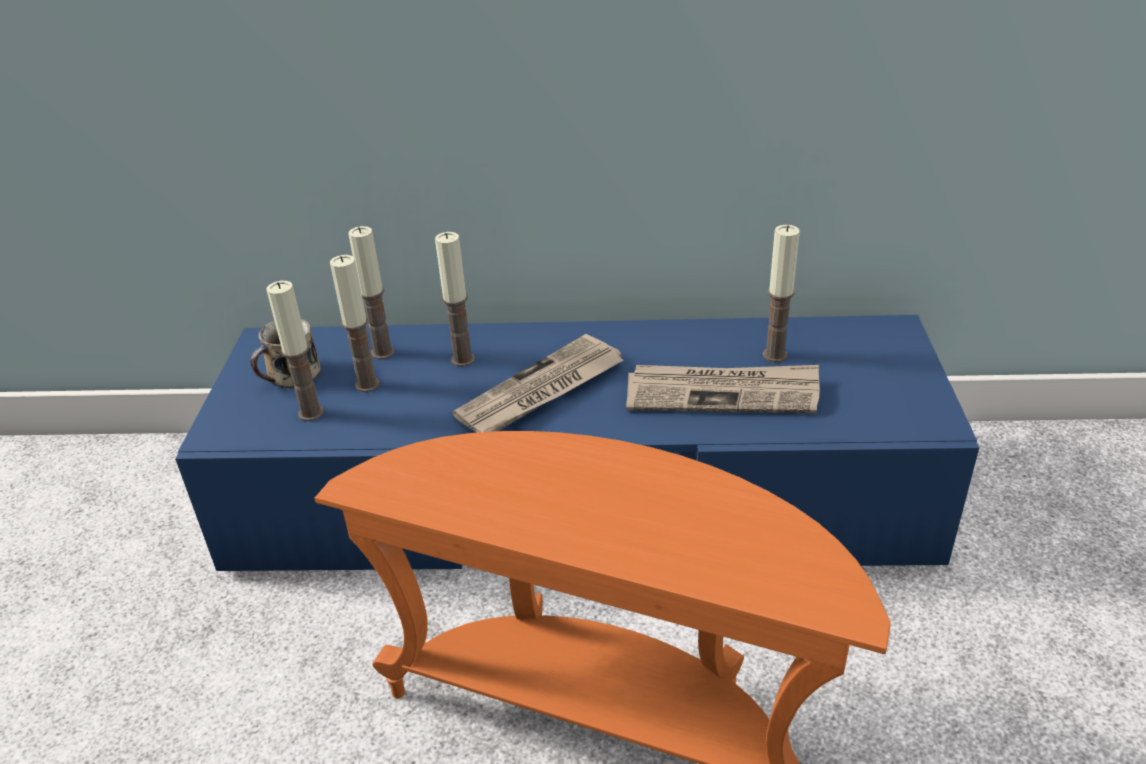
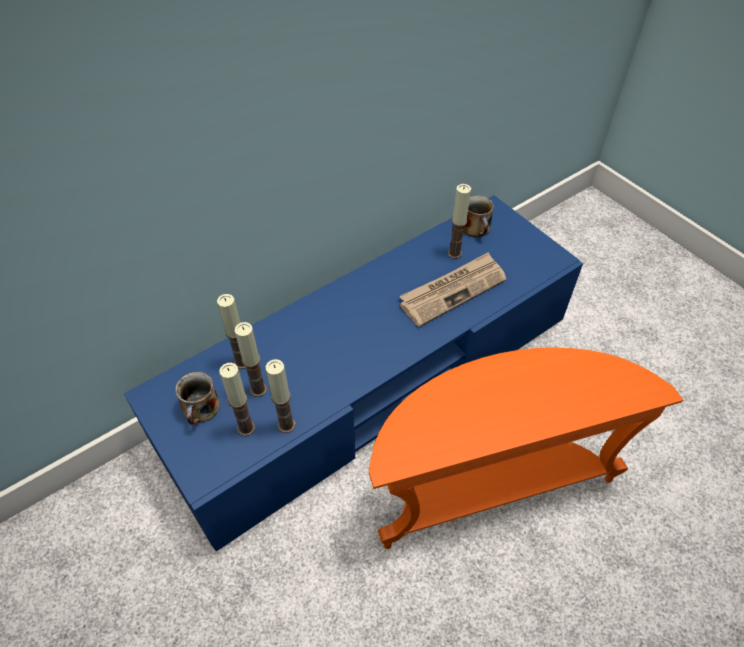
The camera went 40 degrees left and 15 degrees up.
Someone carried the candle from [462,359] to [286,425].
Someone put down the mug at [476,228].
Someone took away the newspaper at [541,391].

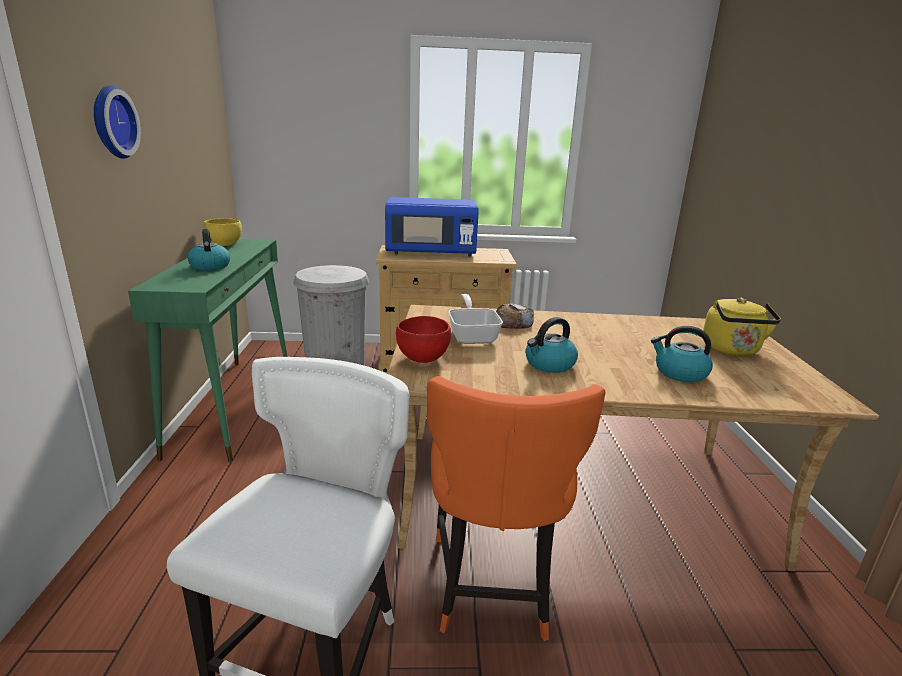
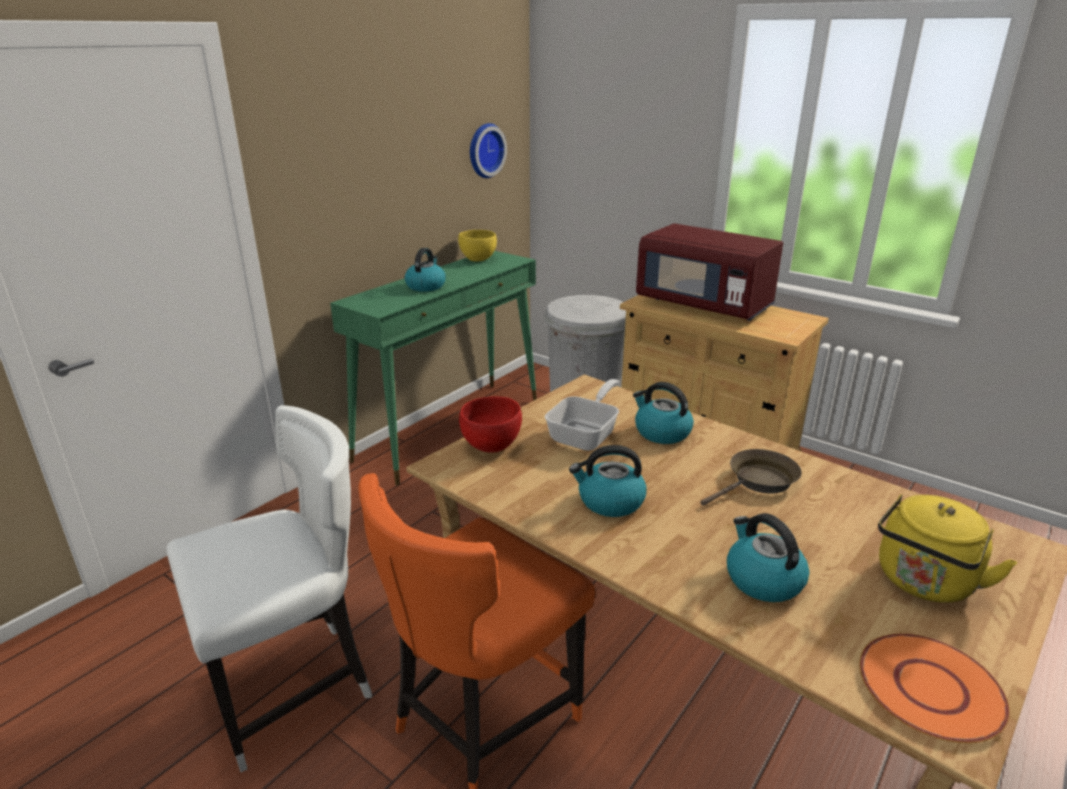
The camera went 40 degrees right and 5 degrees up.
Someone carried the wall clock from [111,122] to [484,150].
Someone swapped the bread at [513,322] for the kettle at [661,432].
Someone repainted the blue microwave at [431,252], which became the red microwave at [704,305].
Someone put down the brown frying pan at [758,481].
Someone put down the orange plate at [930,687].

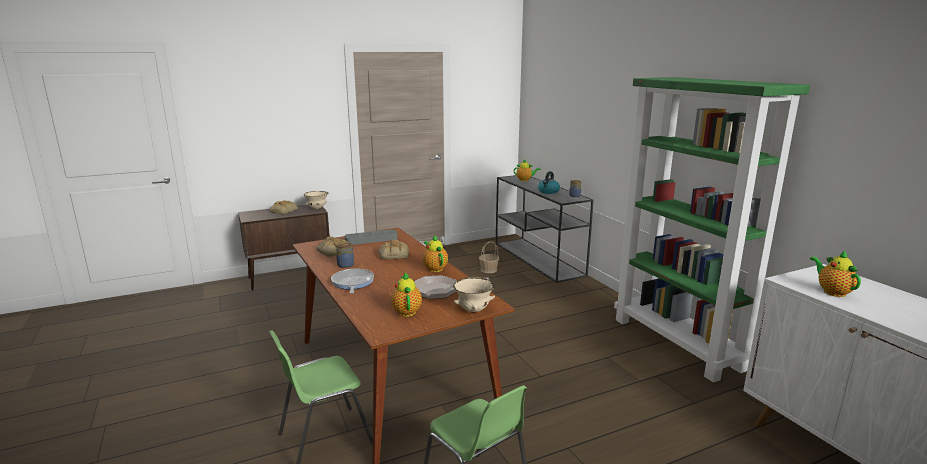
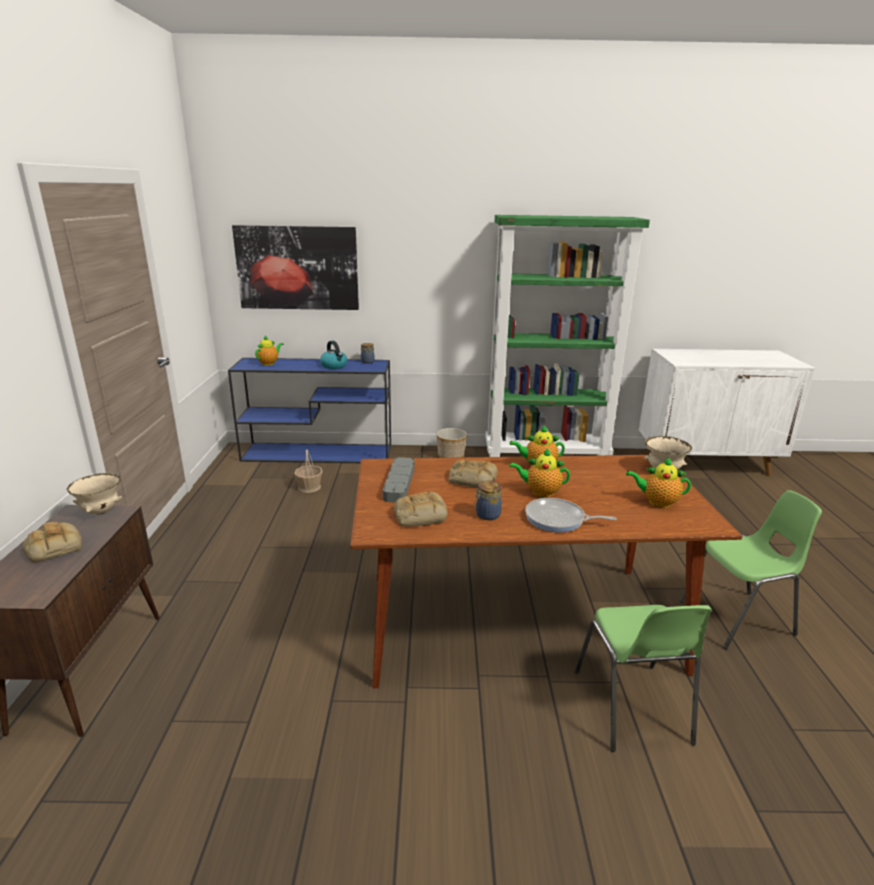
The camera went 65 degrees left and 5 degrees up.
Someone repainted the grey console table at [538,259], which became the blue console table at [319,453].
Someone put up the picture at [297,268].
Someone put down the planter at [451,456].
Someone carried the teapot from [832,291] to [540,492].
Someone took away the frying pan at [440,291].

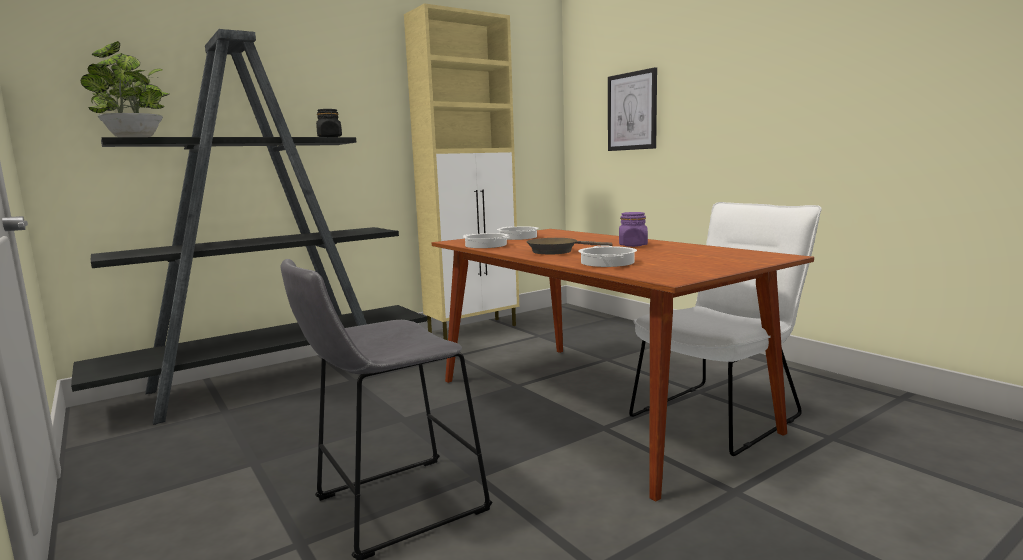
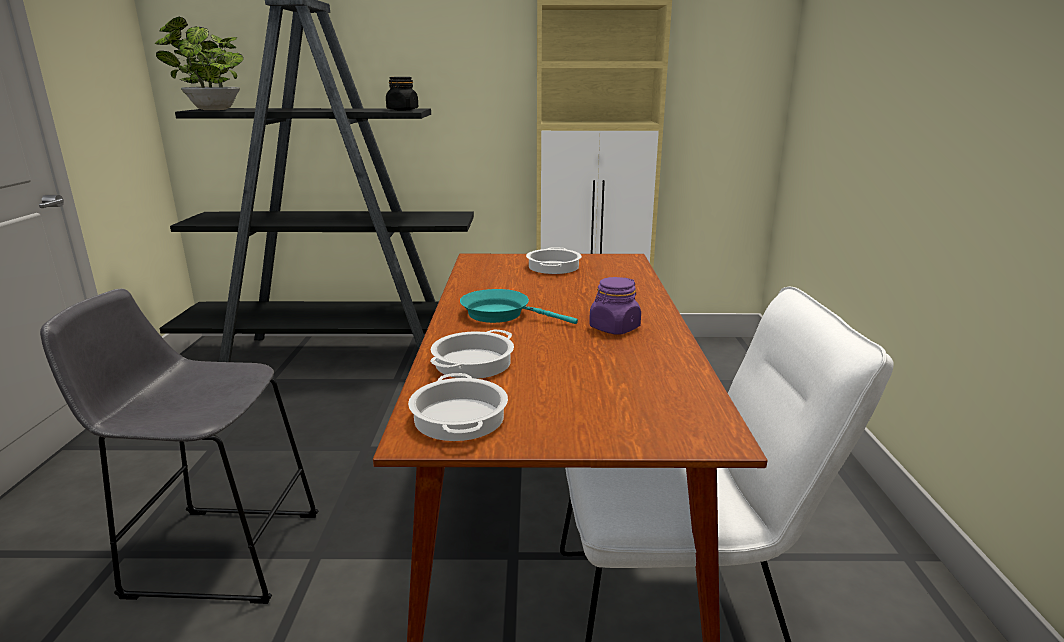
The camera went 35 degrees right and 10 degrees up.
Someone carried the cooking pot from [485,245] to [458,418].
Someone repainted the brown frying pan at [556,251], which became the turquoise frying pan at [501,314].
Someone took away the picture at [632,111].

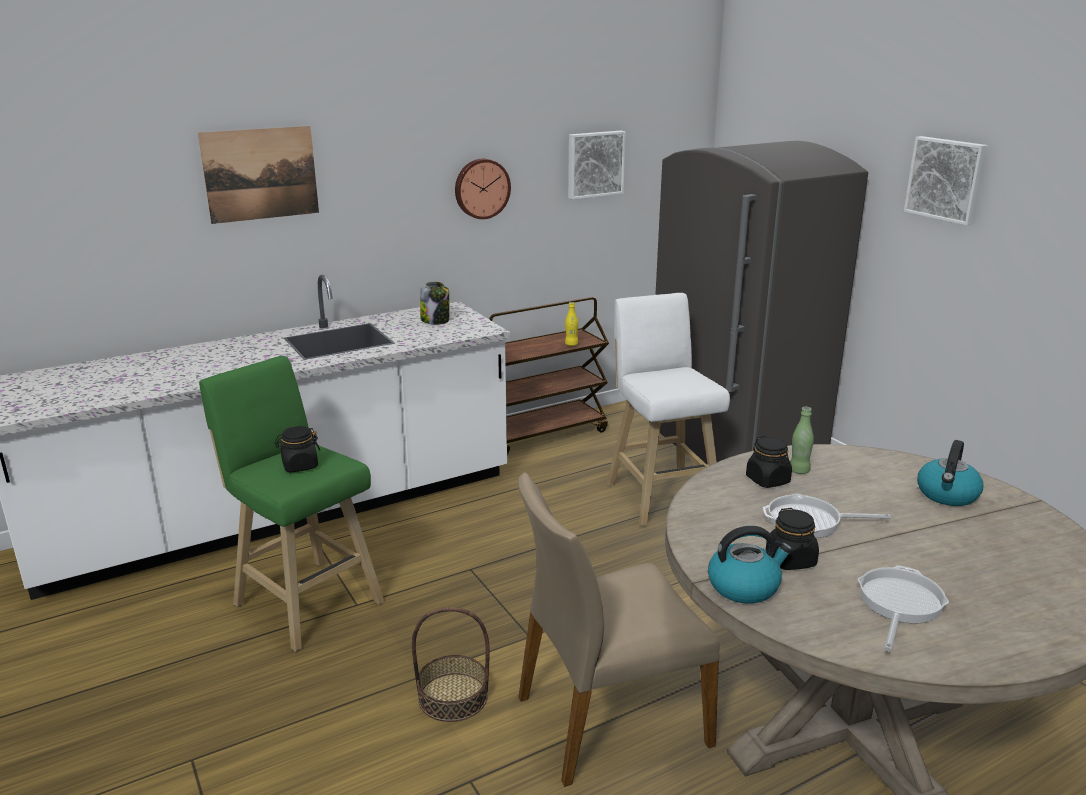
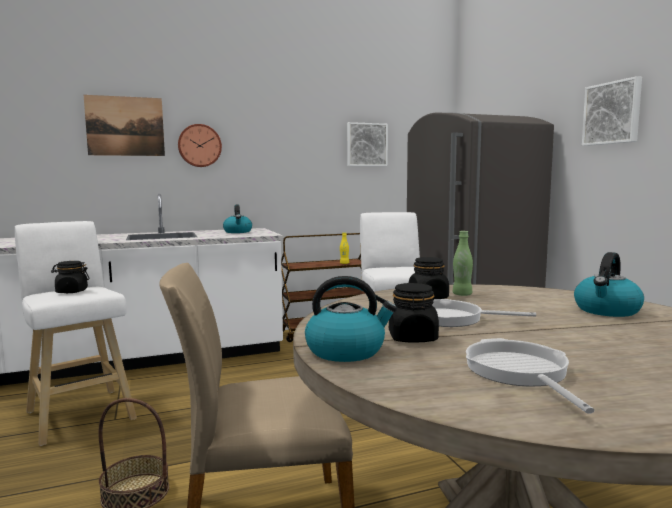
The camera went 10 degrees right and 15 degrees down.
Someone repainted the green stool at [305,600], which became the white stool at [80,413].
Someone carried the wall clock from [481,188] to [199,145].
Someone swapped the jar at [435,320] for the kettle at [238,232].
Someone rotated the frying pan at [899,604] by 45 degrees counterclockwise.

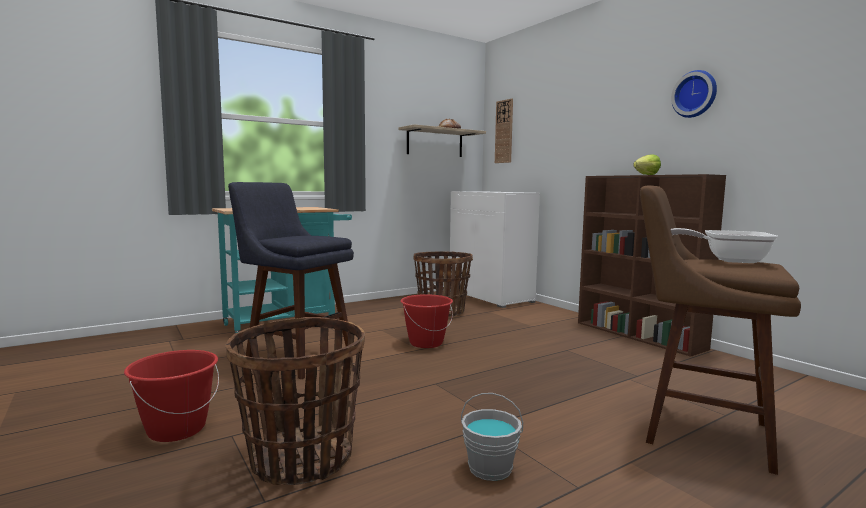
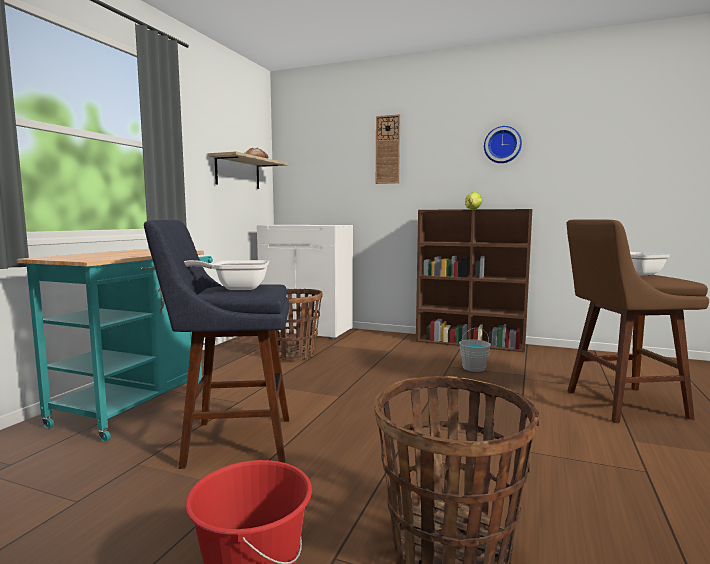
The camera went 35 degrees left and 0 degrees up.
Someone put down the frying pan at [236,288].
Someone carried the wall clock from [504,131] to [388,149].
Someone carried the grey bucket from [490,468] to [474,368].
Someone took away the red bucket at [426,343].

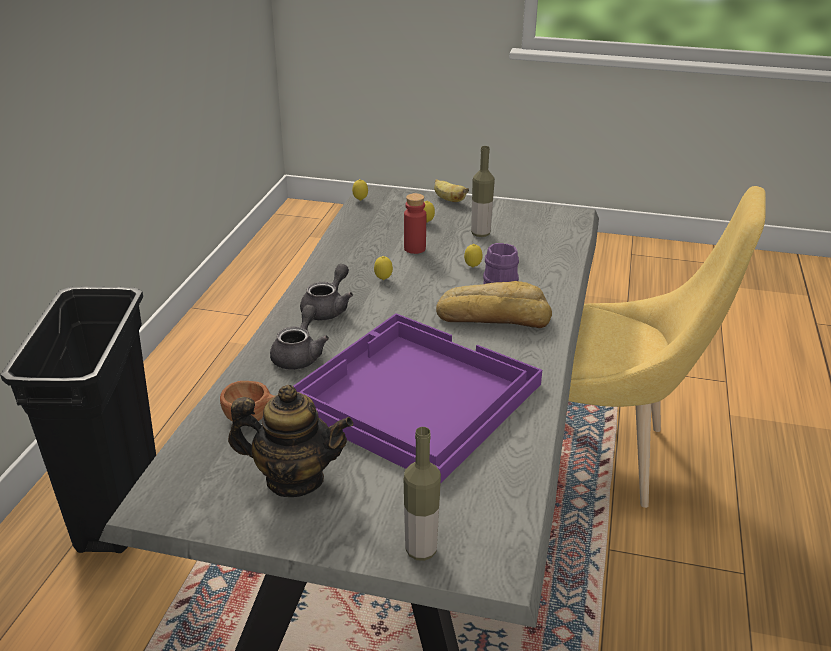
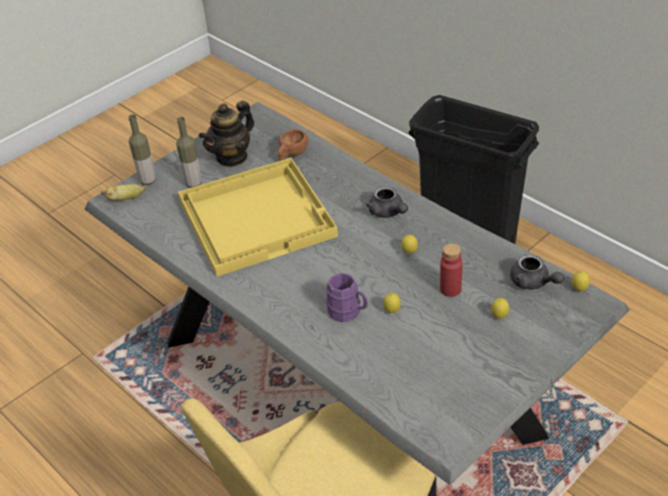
The camera went 125 degrees right and 10 degrees up.
Someone carried the banana from [448,199] to [126,199].
Someone carried the bottle from [480,234] to [194,184].
Someone repainted the purple tray at [412,396], which became the yellow tray at [257,217].
Someone carried the grey teapot from [299,355] to [533,283].
Someone took away the bread at [493,316].

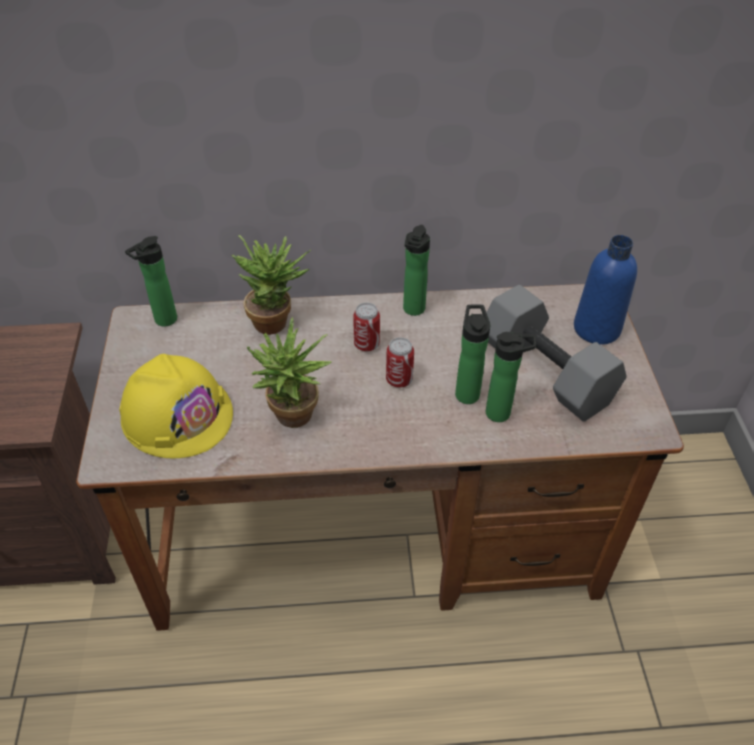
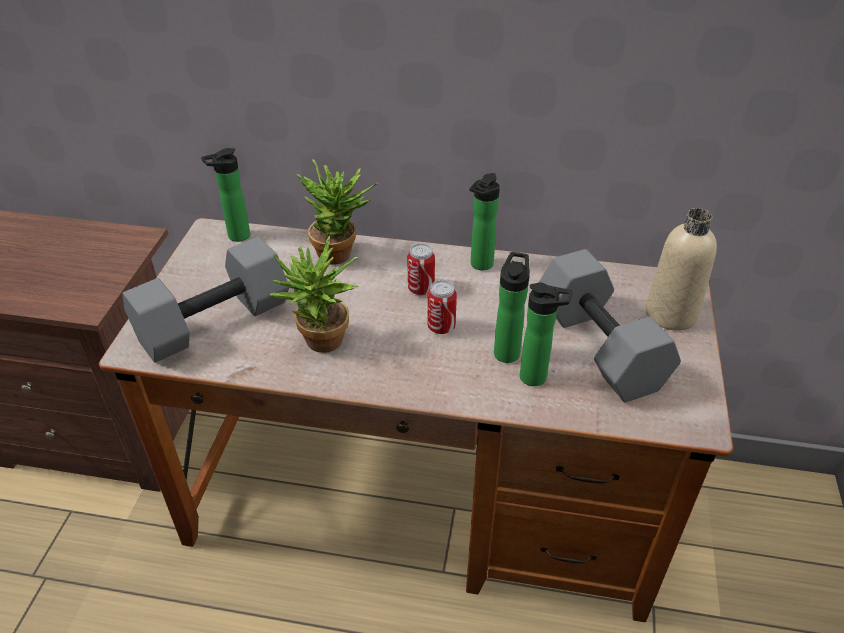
The camera went 15 degrees right and 5 degrees down.
Someone swapped the yellow hard hat at [177,414] for the grey dumbbell at [214,320].
Someone repainted the blue bottle at [596,329], which became the beige bottle at [671,314].

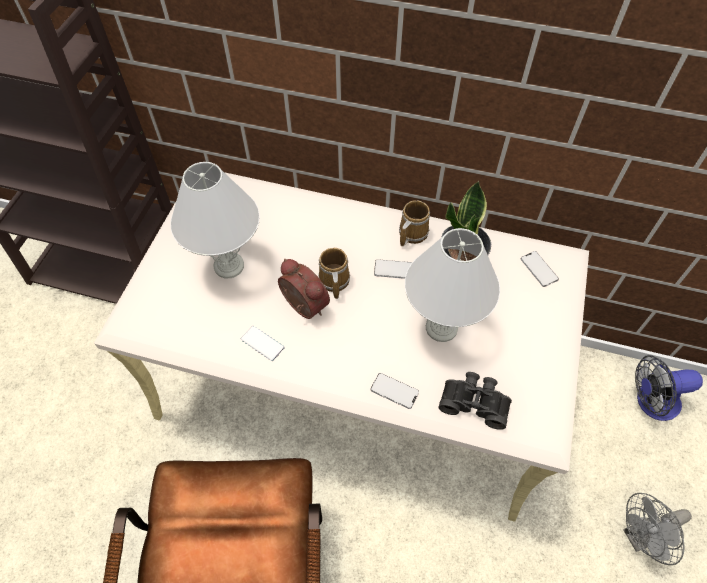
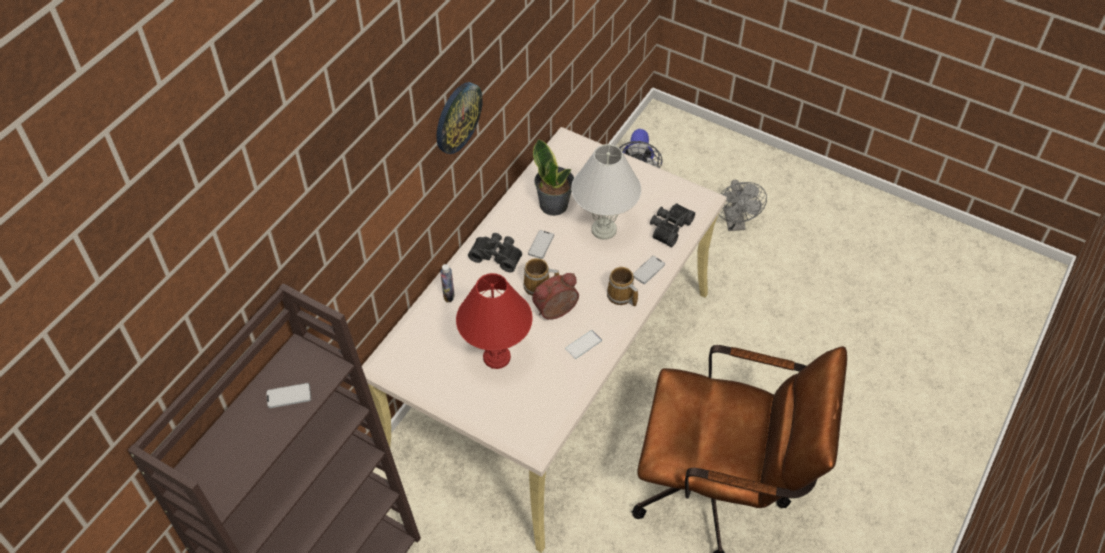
The camera went 75 degrees left and 5 degrees down.
Someone carried the phone from [539,269] to [289,396].
Someone put up the wall clock at [457,117].
Someone put down the bottle at [448,295].
Someone repainted the white table lamp at [229,265], which became the red table lamp at [496,357].
Someone put down the black binoculars at [497,255].
Someone carried the mug from [411,233] to [621,296].

